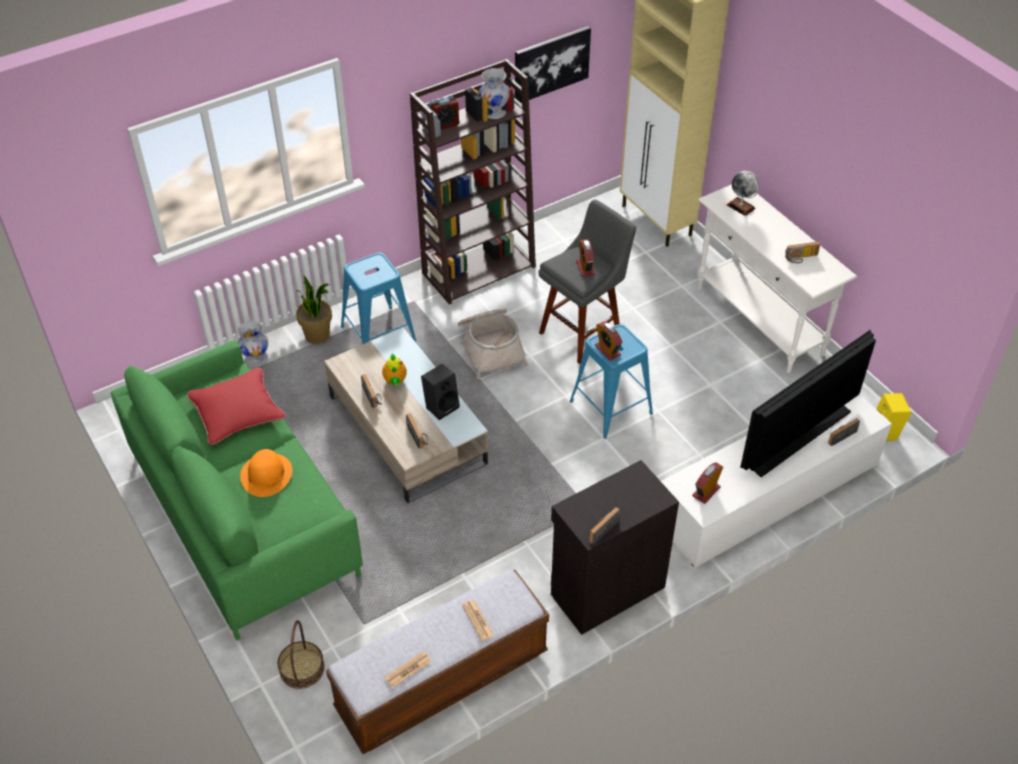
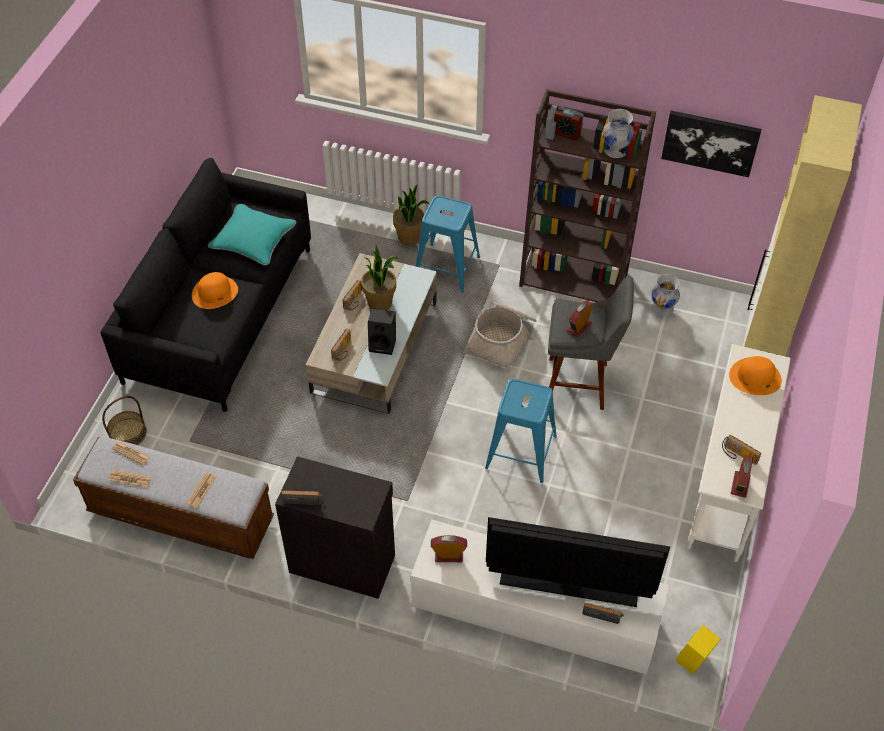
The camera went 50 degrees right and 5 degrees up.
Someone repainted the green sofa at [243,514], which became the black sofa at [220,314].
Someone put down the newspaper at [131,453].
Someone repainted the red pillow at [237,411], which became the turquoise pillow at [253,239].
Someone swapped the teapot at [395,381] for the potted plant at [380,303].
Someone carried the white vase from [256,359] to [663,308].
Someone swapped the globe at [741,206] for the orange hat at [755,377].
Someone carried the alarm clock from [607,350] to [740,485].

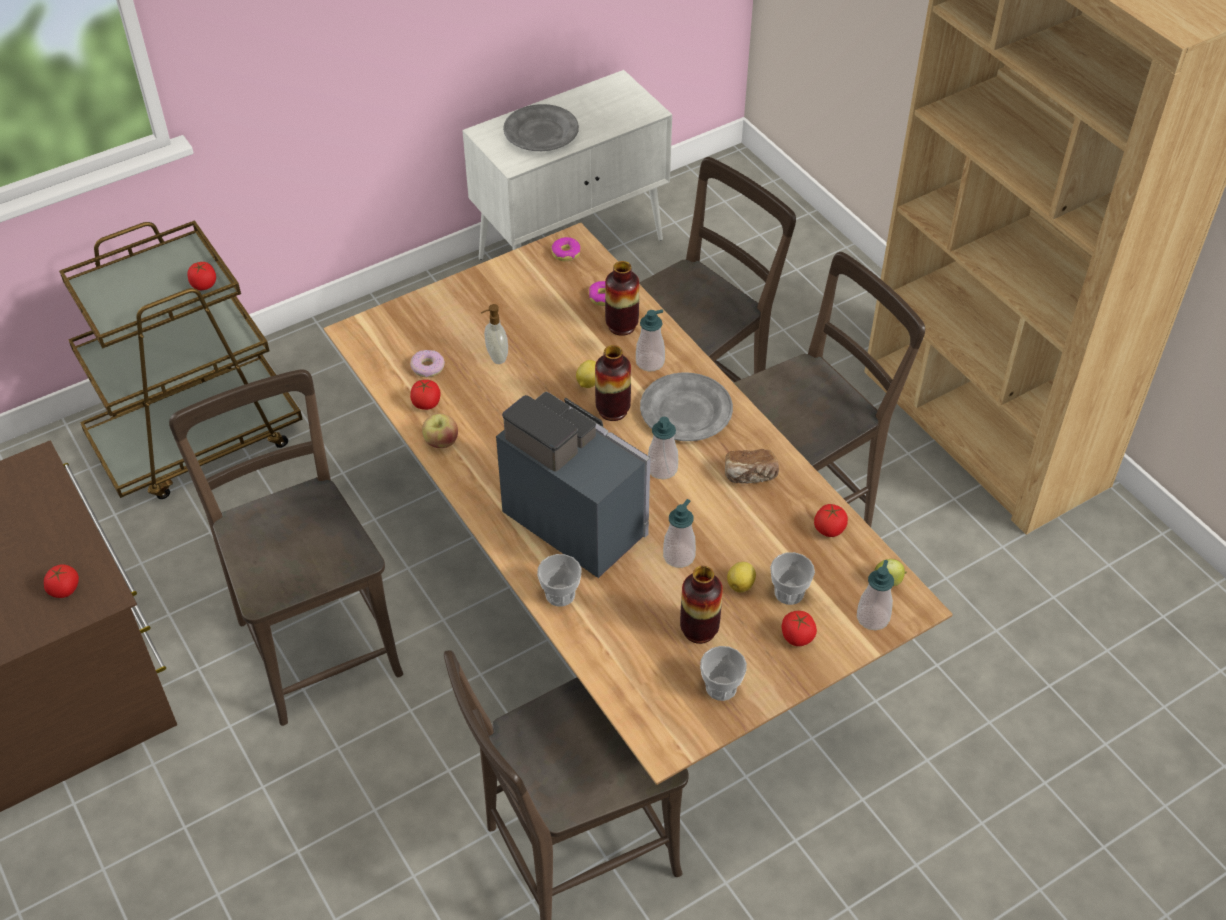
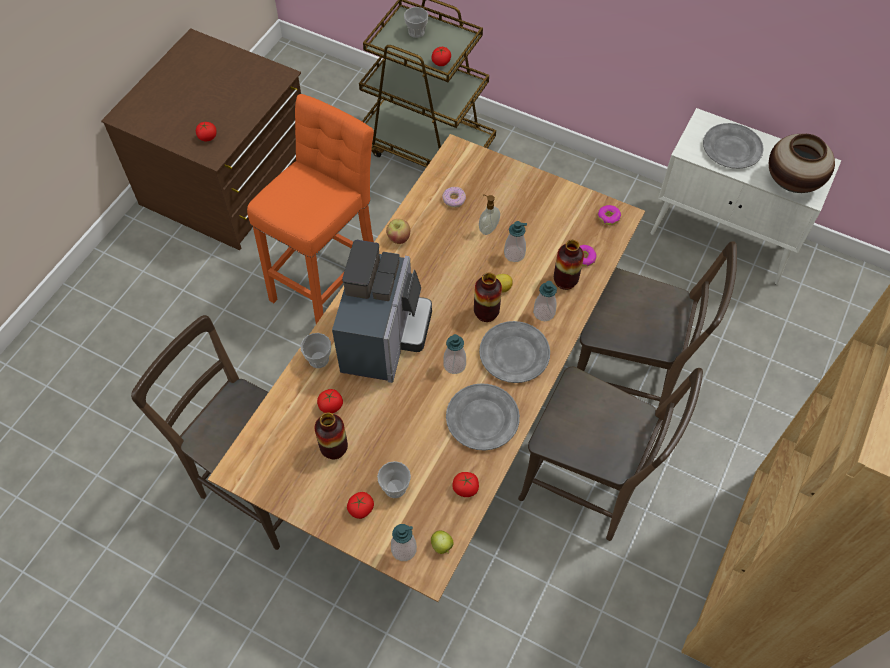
The camera went 60 degrees right and 10 degrees up.
Someone swapped the brown chair at [315,640] for the orange stool at [327,279].
Someone carried the tomato from [426,403] to [331,406].
Someone carried the cup from [721,687] to [416,32].
Someone swapped the bread at [750,476] for the grey plate at [482,419].
Someone carried the soap dispenser from [679,556] to [514,254].
Someone put down the vase at [792,182].
Someone took away the lemon at [741,584].

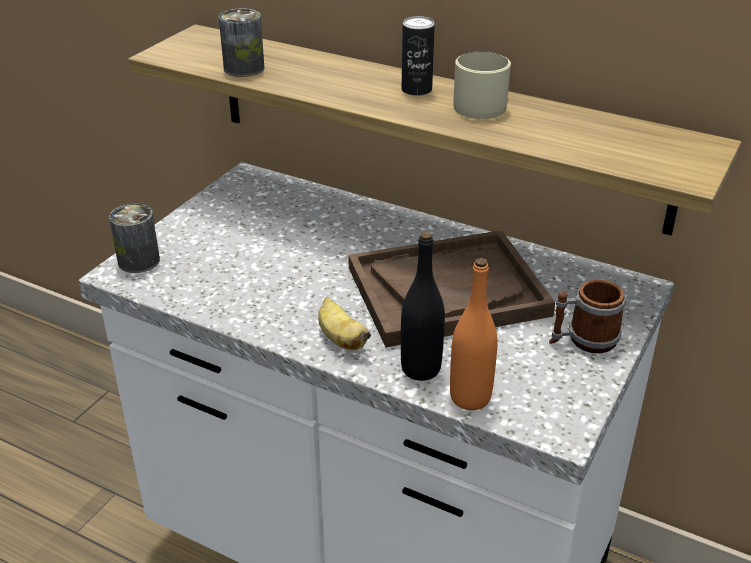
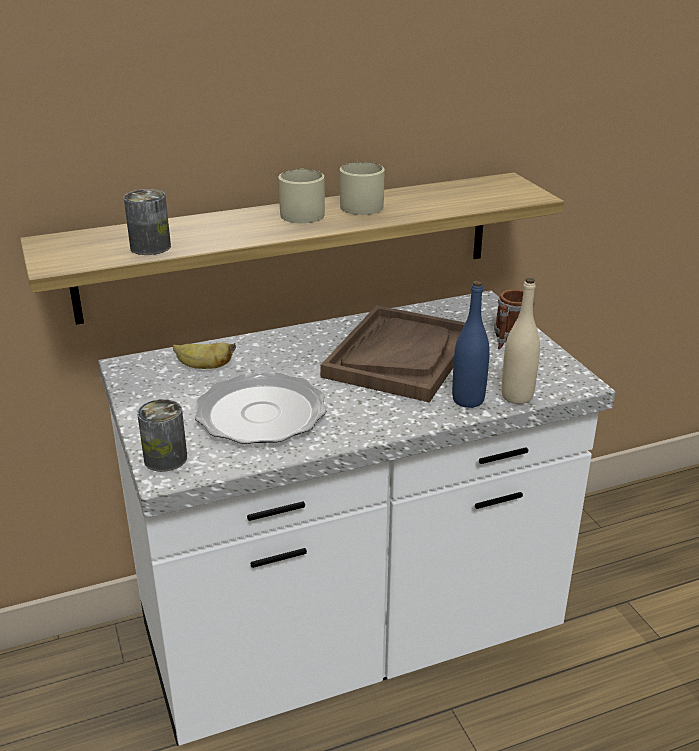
The camera went 50 degrees left and 5 degrees down.
Someone carried the banana from [341,339] to [203,367].
Someone put down the plate at [261,413].
Someone swapped the can at [416,90] for the beige mug at [302,213].
Someone repainted the black bottle at [421,369], which became the blue bottle at [468,400].
Someone repainted the orange bottle at [470,397], which became the beige bottle at [517,396].

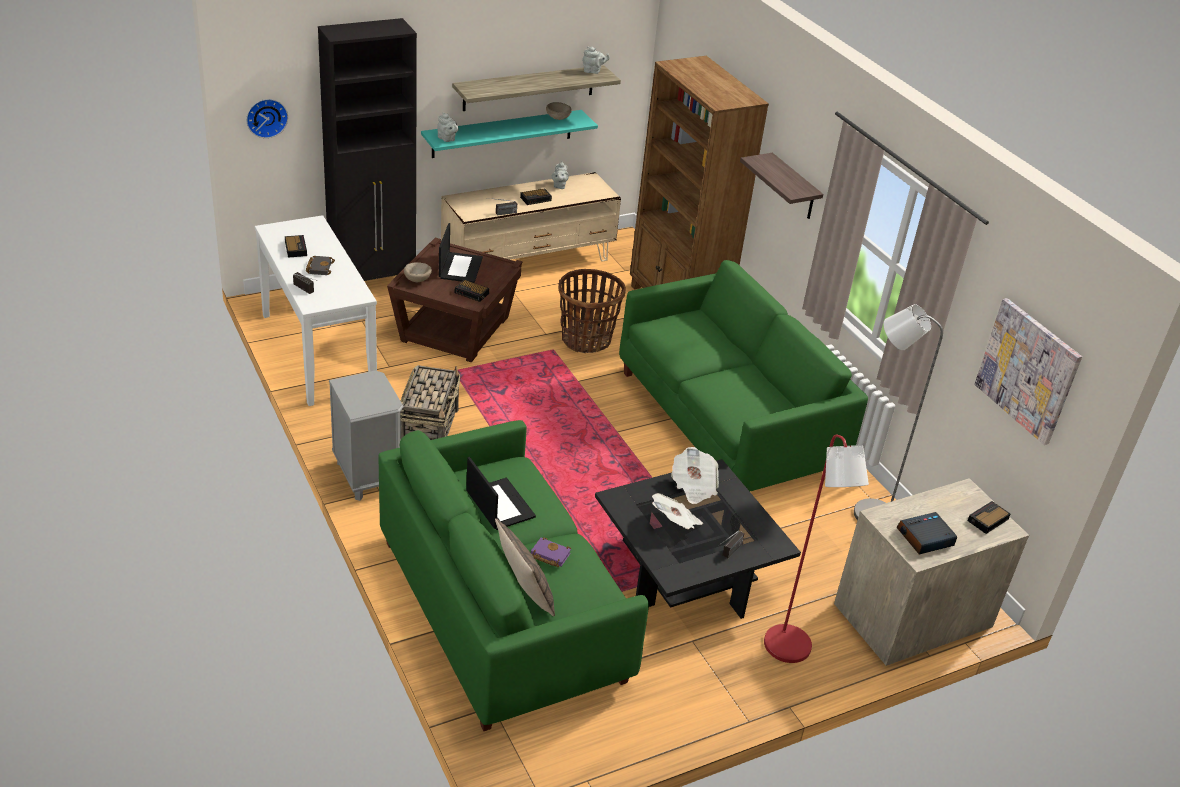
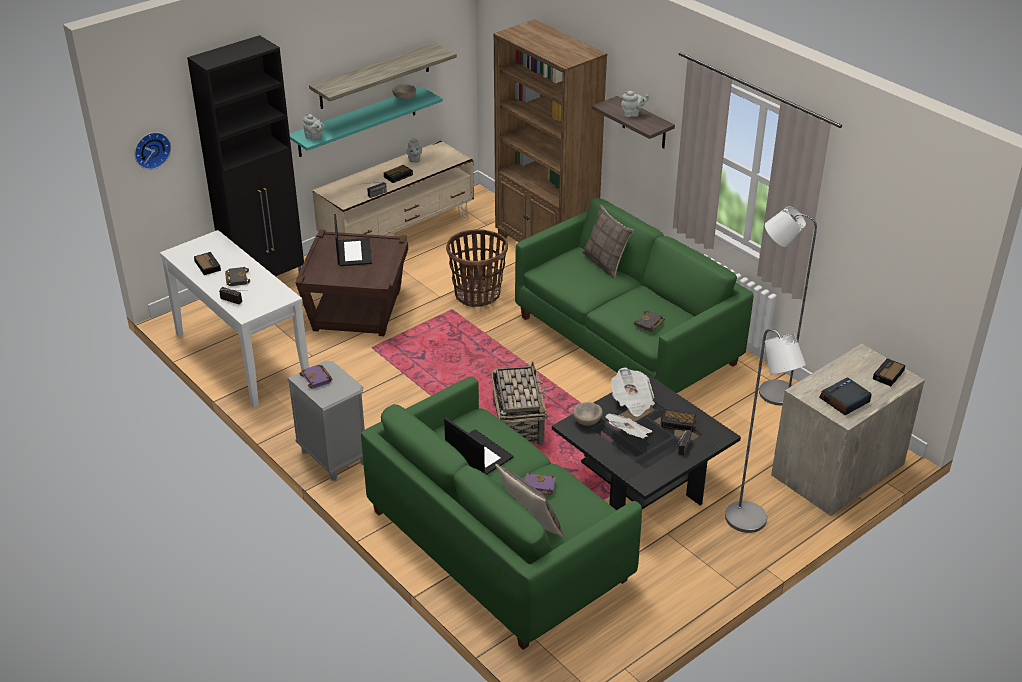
The camera went 10 degrees left and 0 degrees up.
Someone put down the purple book at [317,379].
Someone carried the basket from [429,428] to [518,423].
Someone carried the beige bowl from [418,279] to [587,421].
Someone put down the pillow at [605,263].
Someone carried the grey teapot from [593,71] to [632,114].
Someone put down the black book at [649,324].
Someone carried the alarm clock from [472,293] to [679,423].
Someone repainted the red floor lamp at [790,652], which became the grey floor lamp at [750,523].
Someone took away the picture at [1028,370].

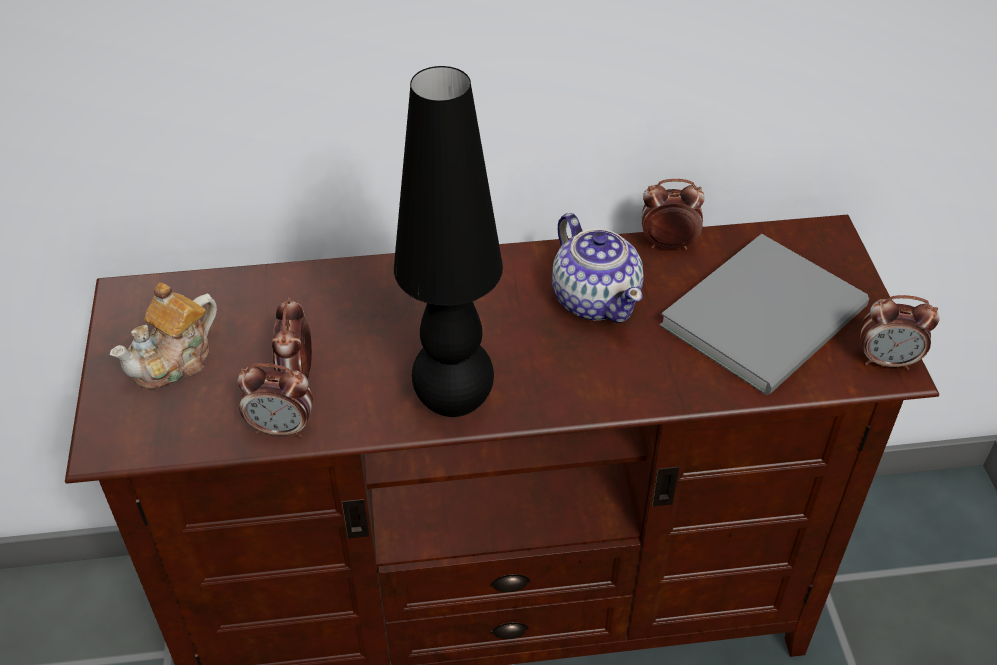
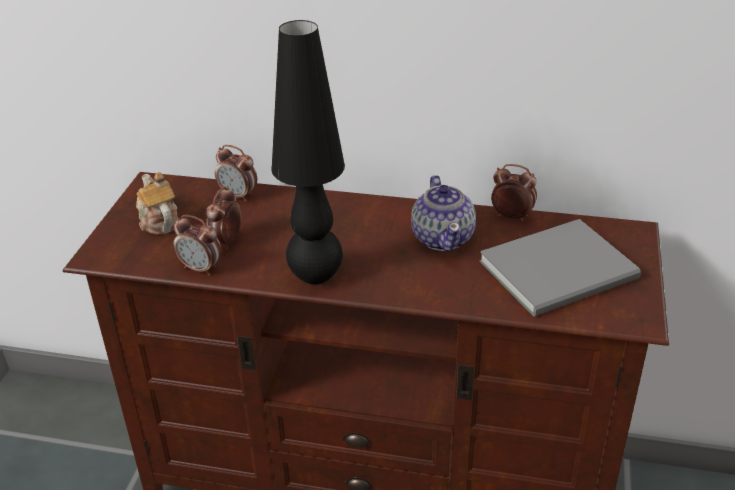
The camera went 20 degrees right and 10 degrees down.
Someone rotated the teapot at [174,361] by 90 degrees clockwise.
Someone carried the alarm clock from [887,361] to [238,195].

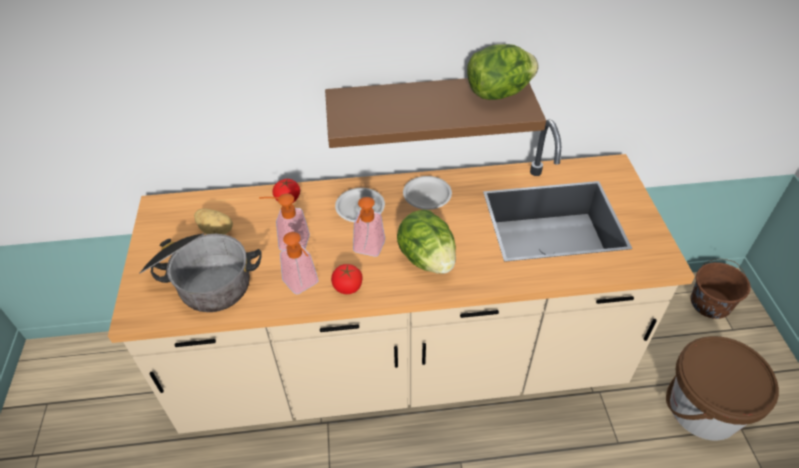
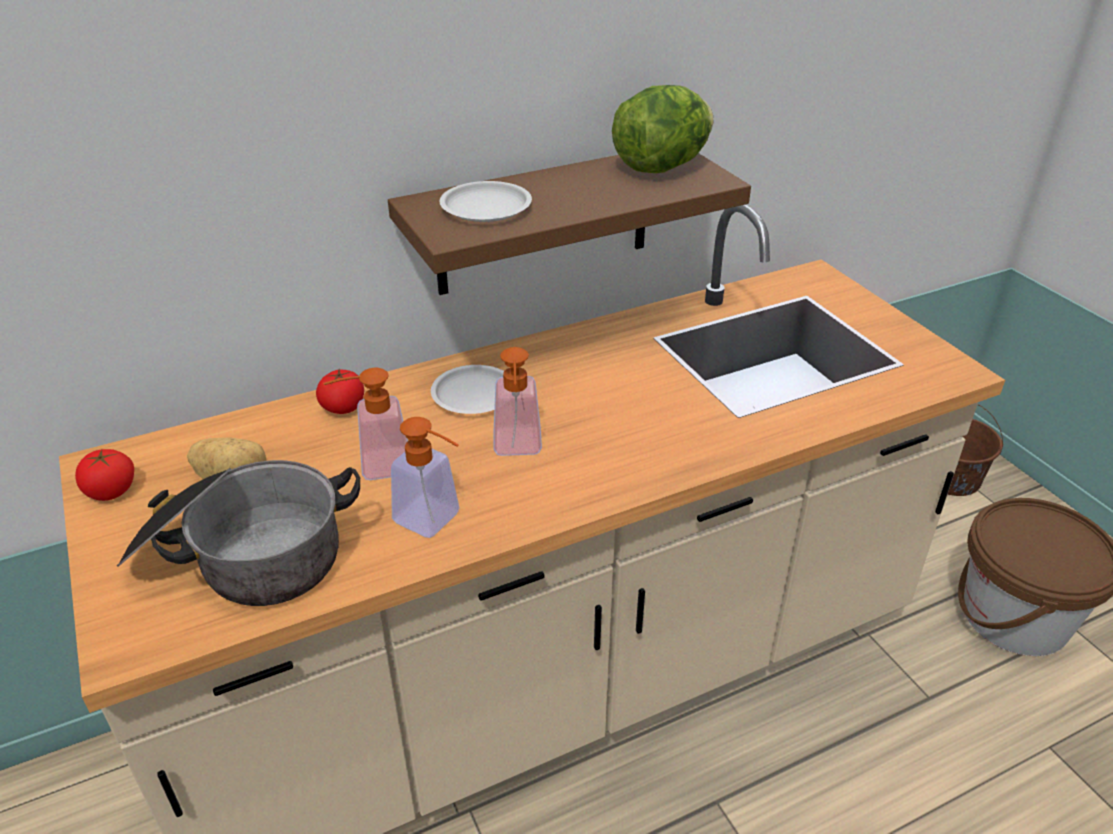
The camera went 20 degrees left and 10 degrees down.
Someone carried the tomato from [347,287] to [111,491].
Someone carried the white plate from [427,196] to [486,208].
Someone took away the lettuce at [427,259].

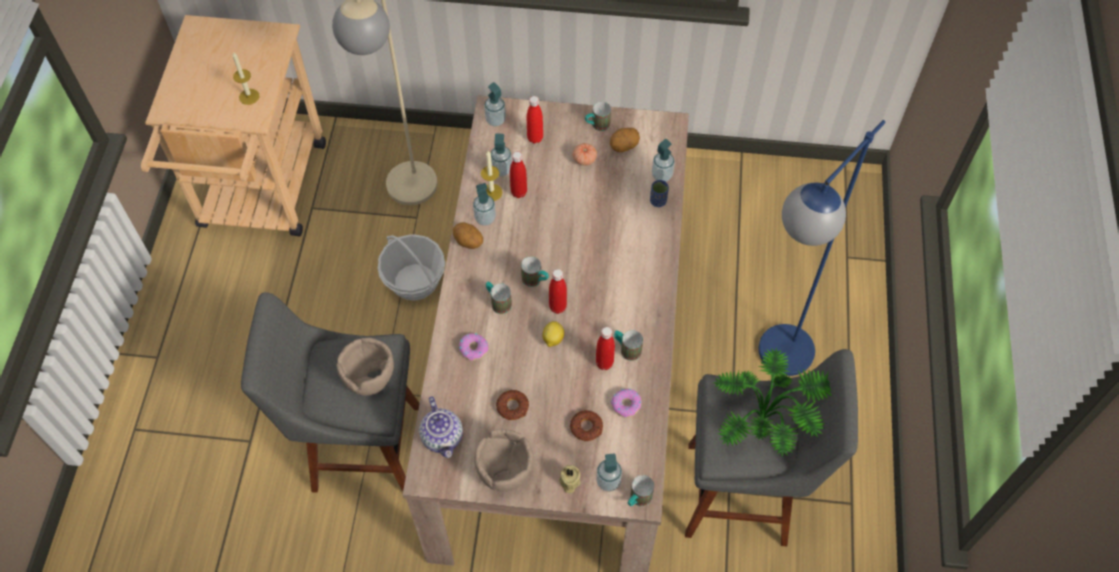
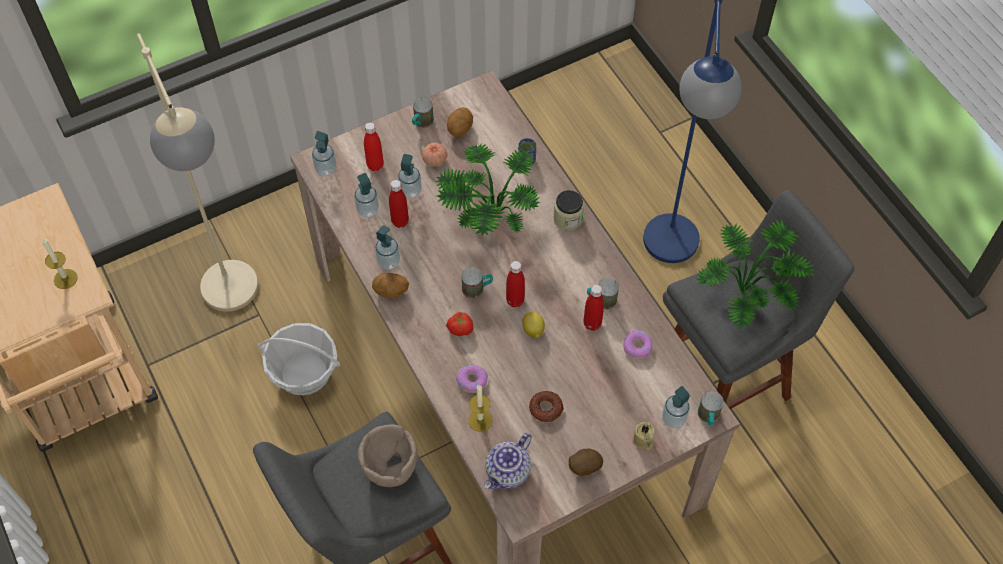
The camera went 35 degrees left and 0 degrees up.
Someone carried the soap dispenser from [662,176] to [410,191].
Someone put down the potted plant at [488,215].
Someone swapped the mug at [498,302] for the tomato at [460,328].
Someone carried the candle from [491,192] to [480,420].
Someone rotated the teapot at [443,437] by 90 degrees clockwise.
Someone put down the jar at [568,218].
Someone swapped the brown bowl at [505,472] for the potato at [584,466].
Someone took away the donut at [586,427].

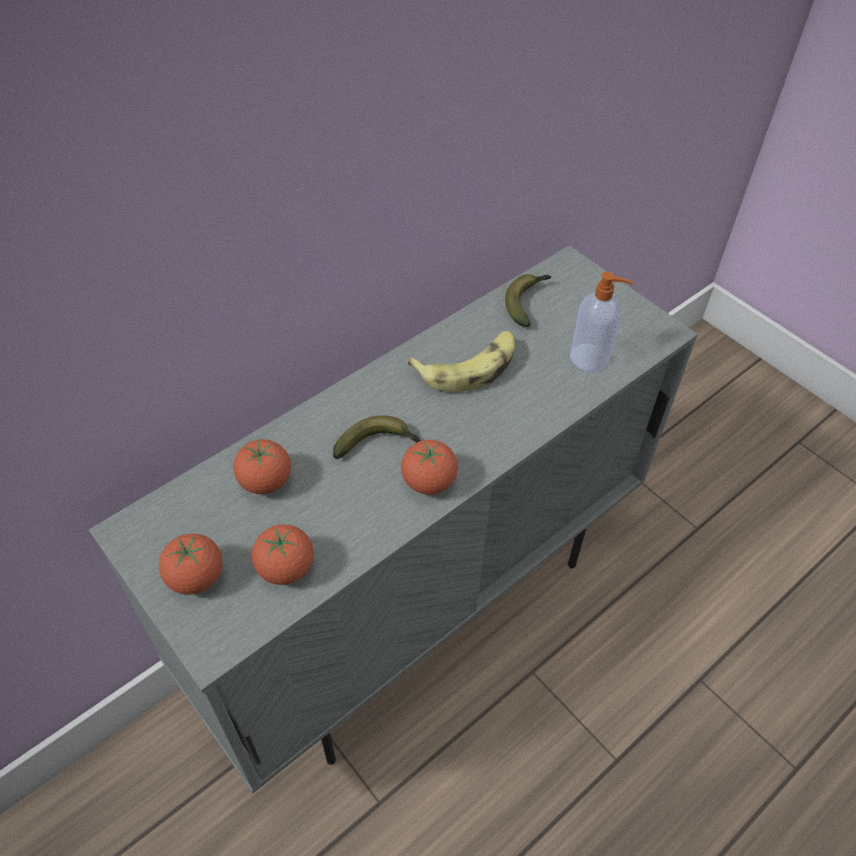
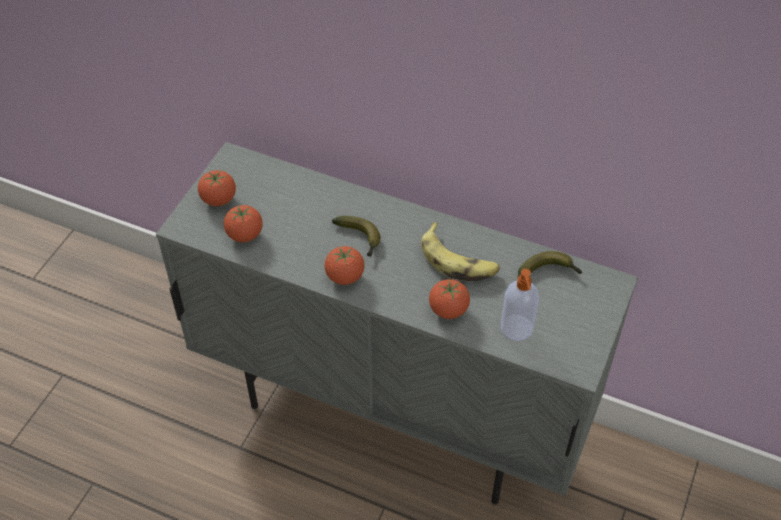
The camera went 65 degrees right and 0 degrees up.
Someone carried the tomato from [265,481] to [448,310].

